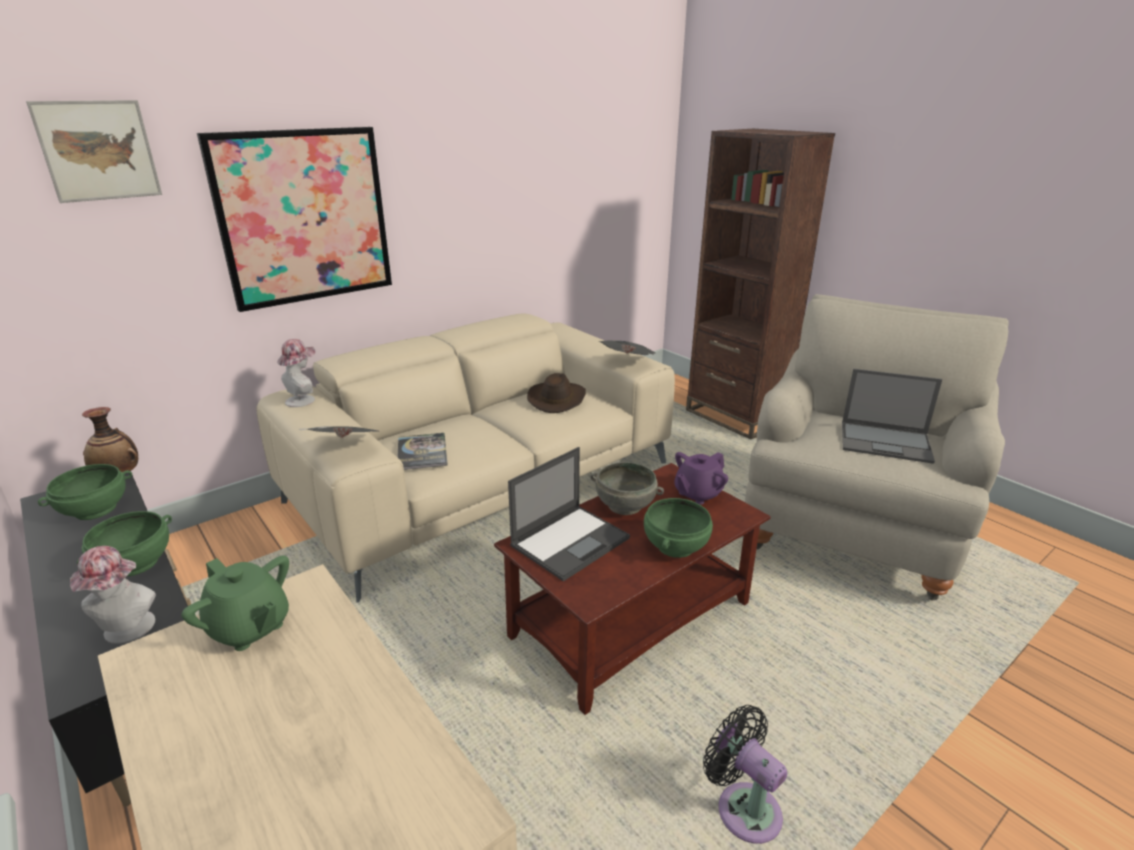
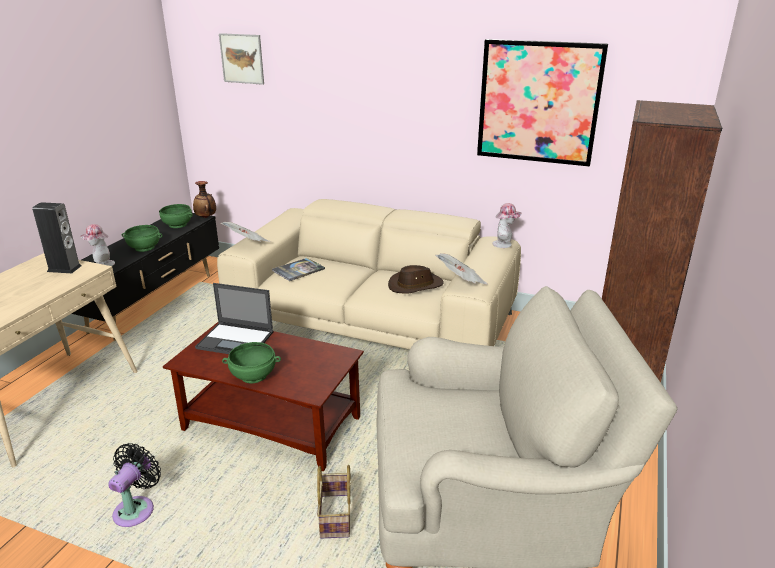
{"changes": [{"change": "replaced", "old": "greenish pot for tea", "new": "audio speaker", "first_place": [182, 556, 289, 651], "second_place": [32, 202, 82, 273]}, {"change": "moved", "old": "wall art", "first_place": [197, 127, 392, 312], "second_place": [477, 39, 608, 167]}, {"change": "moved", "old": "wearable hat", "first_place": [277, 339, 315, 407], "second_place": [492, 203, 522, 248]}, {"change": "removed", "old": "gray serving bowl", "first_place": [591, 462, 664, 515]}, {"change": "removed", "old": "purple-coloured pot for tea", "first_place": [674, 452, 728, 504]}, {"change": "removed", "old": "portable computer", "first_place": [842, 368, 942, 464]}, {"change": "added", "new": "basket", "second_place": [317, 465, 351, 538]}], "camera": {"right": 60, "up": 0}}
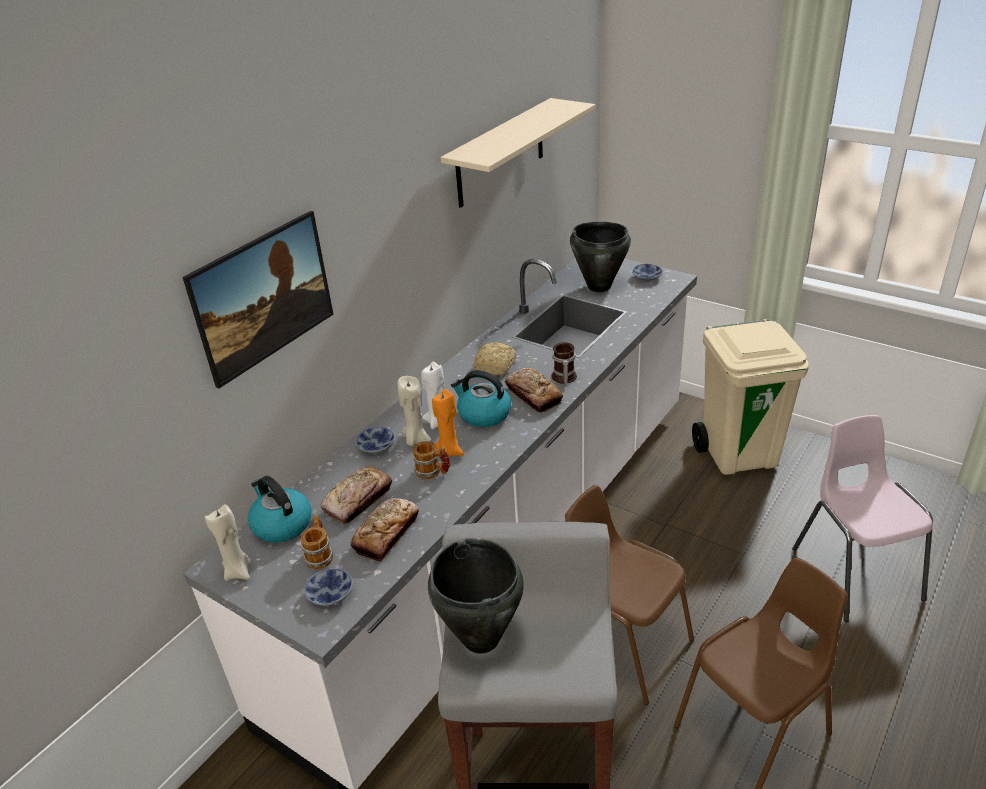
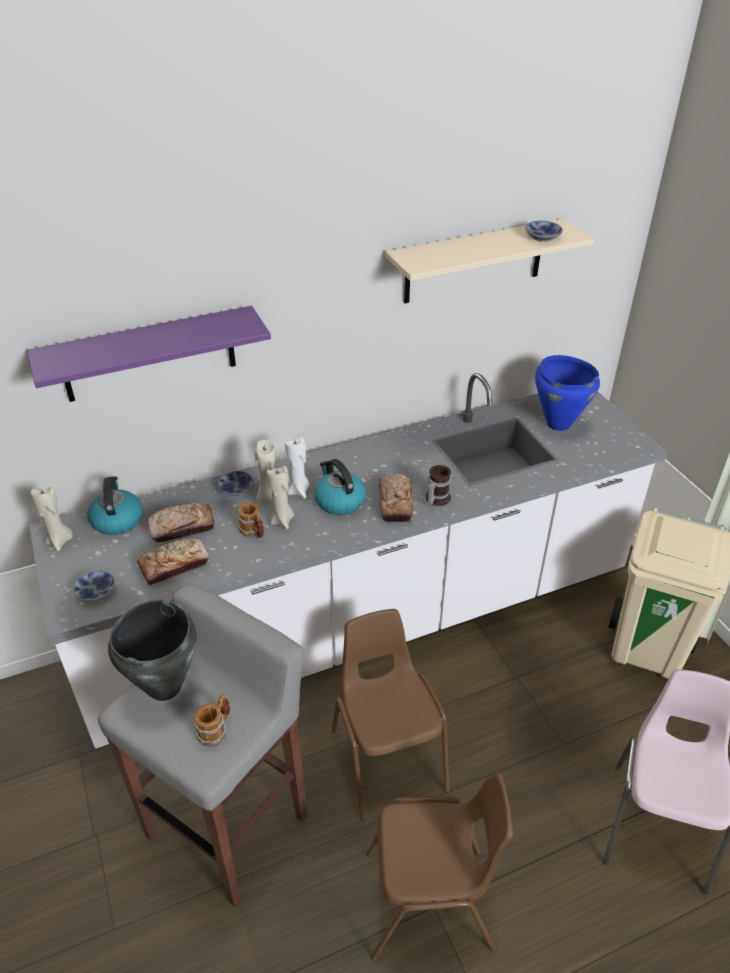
{"changes": [{"change": "replaced", "old": "wall art", "new": "purple-coloured wall shelf", "first_place": [183, 211, 333, 389], "second_place": [27, 306, 271, 402]}, {"change": "moved", "old": "coffee mug", "first_place": [301, 515, 333, 569], "second_place": [194, 693, 230, 747]}, {"change": "recoloured", "old": "orange-coloured candle", "new": "beige-coloured candle", "first_place": [432, 389, 464, 457], "second_place": [267, 466, 294, 529]}, {"change": "removed", "old": "bread", "first_place": [474, 342, 516, 376]}, {"change": "recoloured", "old": "black-coloured stockpot", "new": "blue stockpot", "first_place": [570, 222, 631, 292], "second_place": [535, 355, 600, 431]}, {"change": "moved", "old": "serving bowl", "first_place": [632, 264, 663, 282], "second_place": [525, 220, 563, 242]}], "camera": {"right": 30, "up": 5}}
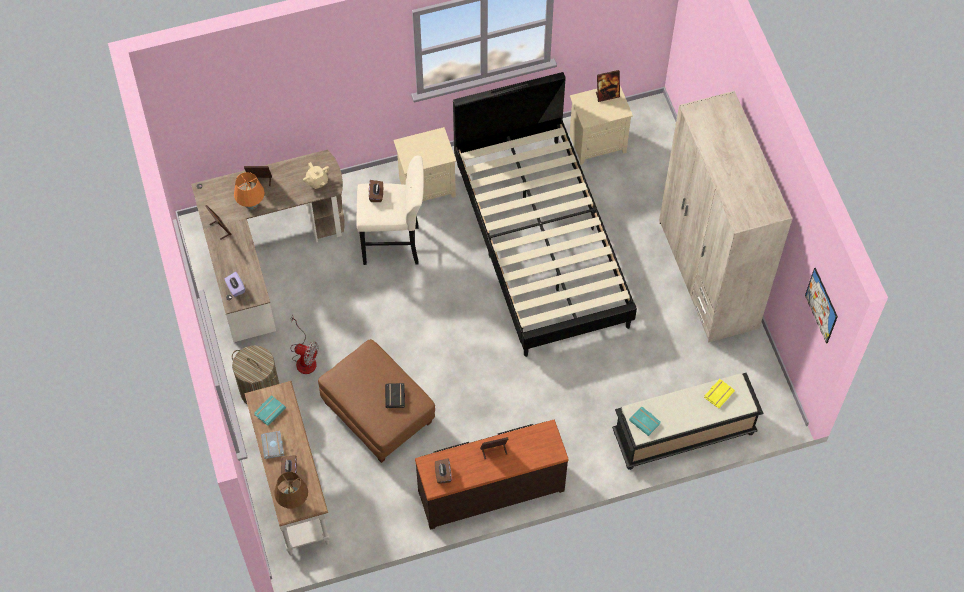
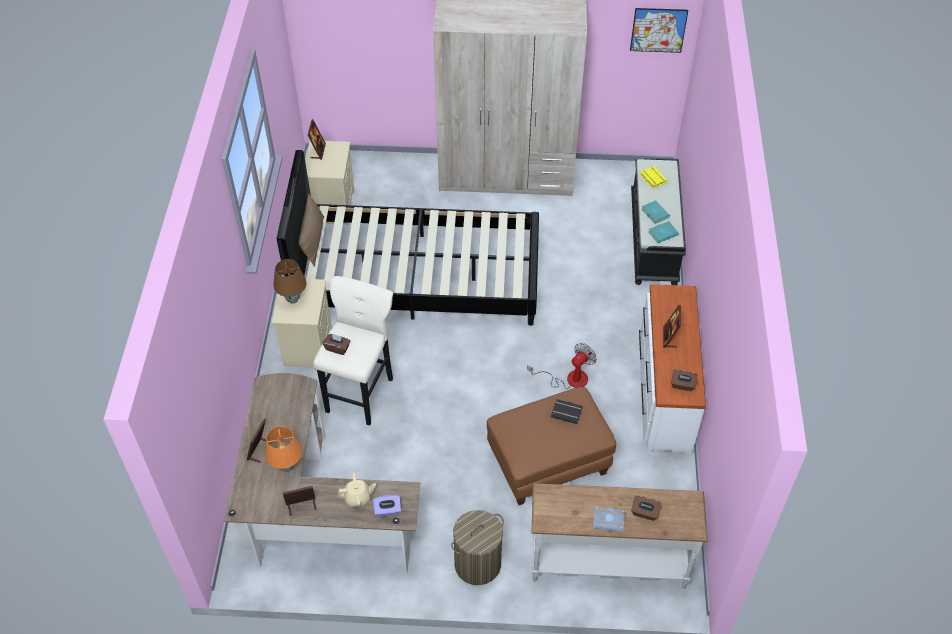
{"changes": [{"change": "moved", "old": "turquoise-coloured volume", "first_place": [254, 395, 286, 426], "second_place": [642, 200, 670, 224]}, {"change": "moved", "old": "brownish lamp for a table", "first_place": [274, 472, 308, 508], "second_place": [273, 259, 307, 304]}, {"change": "moved", "old": "cooling fan", "first_place": [290, 314, 318, 374], "second_place": [527, 343, 597, 389]}, {"change": "moved", "old": "beige-coloured pot for tea", "first_place": [303, 162, 329, 189], "second_place": [338, 473, 376, 507]}, {"change": "recoloured", "old": "brownish chest of drawers", "new": "white-coloured chest of drawers", "first_place": [415, 420, 569, 530], "second_place": [639, 284, 706, 454]}, {"change": "added", "new": "brownish throw pillow", "second_place": [299, 194, 324, 267]}], "camera": {"right": -70, "up": -10}}
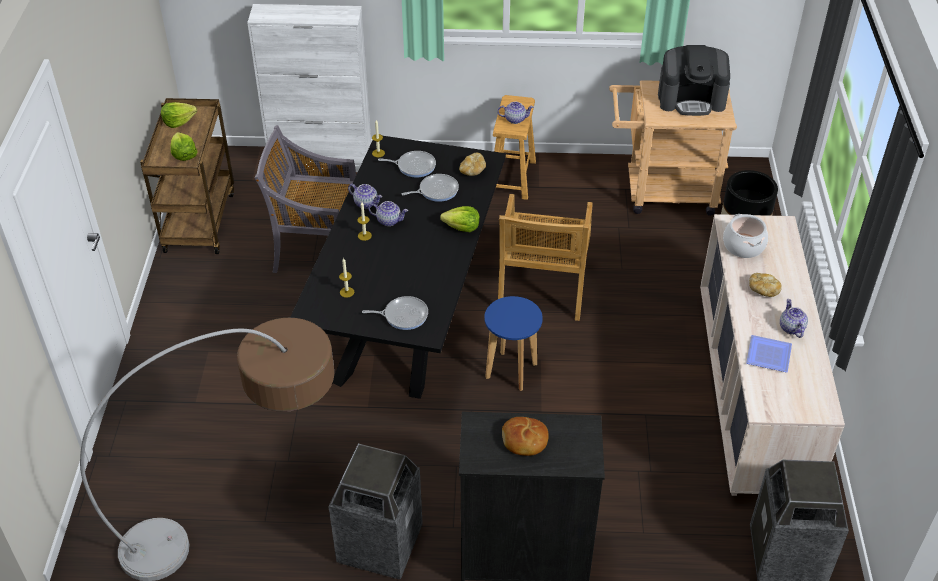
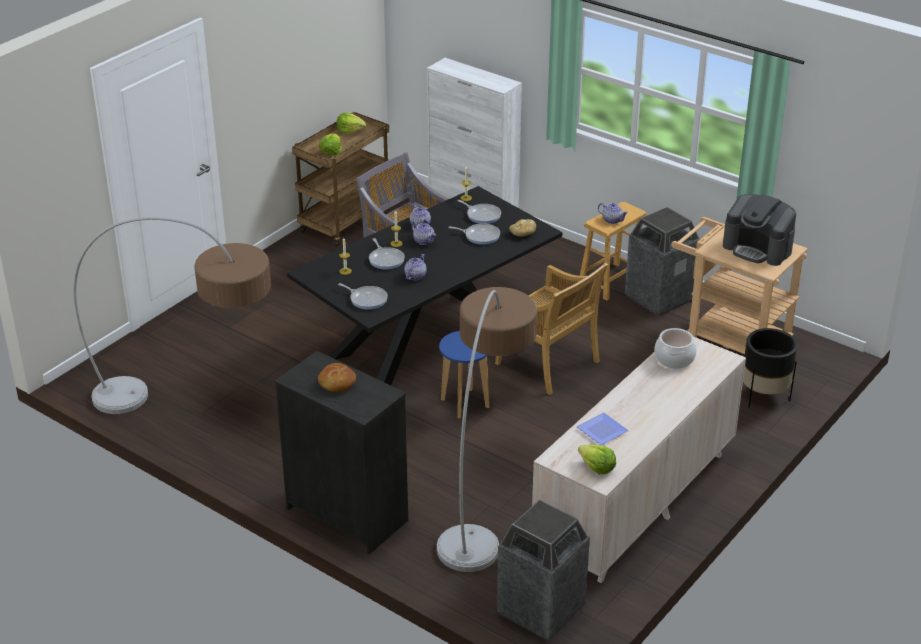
{"changes": [{"change": "moved", "old": "rubbish bin", "first_place": [328, 444, 423, 580], "second_place": [625, 207, 700, 316]}, {"change": "moved", "old": "lettuce head", "first_place": [440, 206, 480, 232], "second_place": [578, 445, 616, 474]}, {"change": "turned", "old": "beige-coloured upright chair", "first_place": [498, 194, 593, 321], "second_place": [495, 262, 608, 395], "degrees": -90}, {"change": "removed", "old": "bread", "first_place": [749, 273, 782, 297]}, {"change": "moved", "old": "pot for tea", "first_place": [780, 299, 808, 338], "second_place": [404, 254, 427, 280]}, {"change": "added", "new": "skillet", "second_place": [369, 238, 405, 270]}, {"change": "added", "new": "standard lamp", "second_place": [437, 287, 537, 572]}], "camera": {"right": 35, "up": -10}}
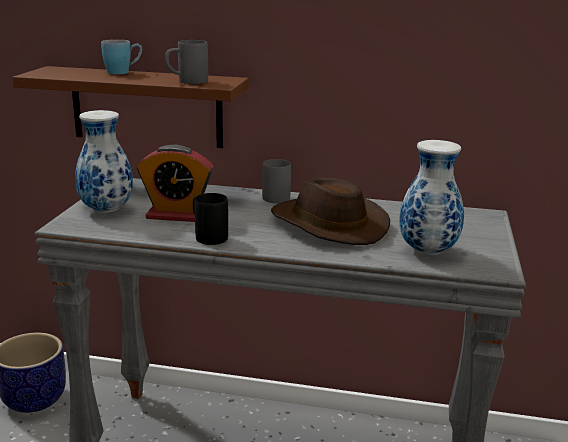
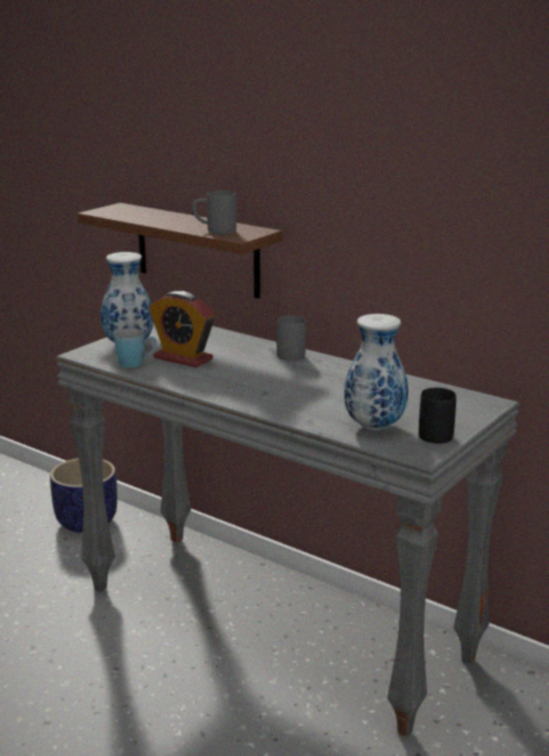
{"changes": [{"change": "moved", "old": "blue coffee mug", "first_place": [101, 39, 142, 74], "second_place": [114, 328, 157, 368]}, {"change": "moved", "old": "black-coloured coffee mug", "first_place": [193, 193, 228, 245], "second_place": [419, 388, 456, 444]}, {"change": "removed", "old": "brownish wearable hat", "first_place": [271, 178, 390, 245]}], "camera": {"right": 25, "up": 0}}
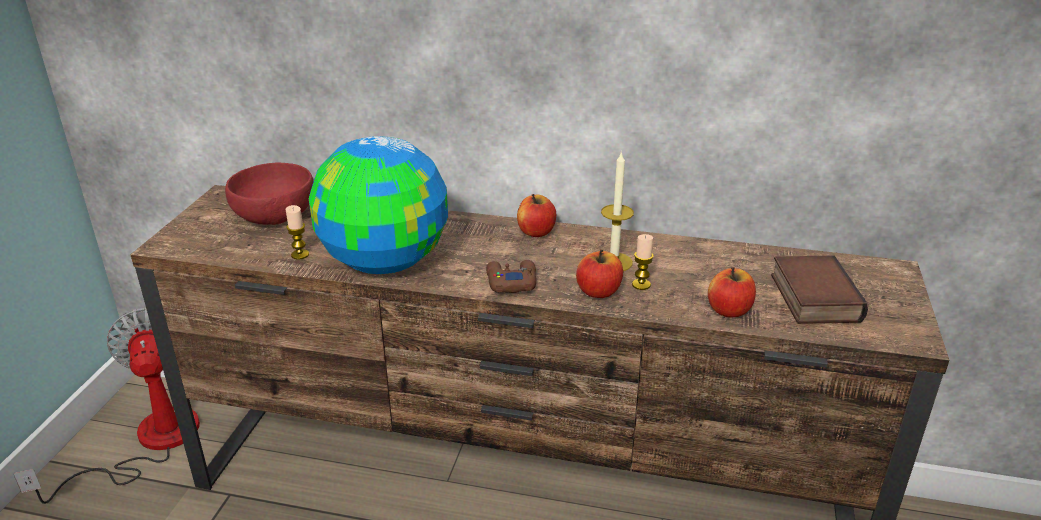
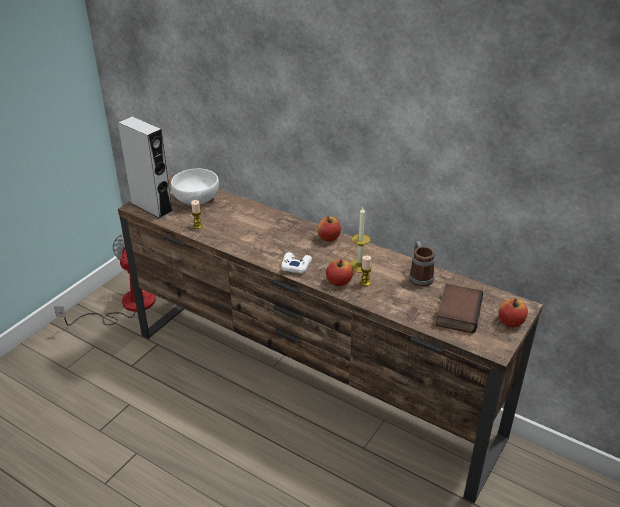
{"changes": [{"change": "recoloured", "old": "reddish serving bowl", "new": "white-coloured serving bowl", "first_place": [225, 163, 313, 225], "second_place": [171, 168, 219, 205]}, {"change": "removed", "old": "desk globe", "first_place": [309, 136, 448, 274]}, {"change": "recoloured", "old": "brownish game controller", "new": "white-coloured game controller", "first_place": [486, 260, 536, 293], "second_place": [281, 252, 312, 273]}, {"change": "moved", "old": "apple", "first_place": [708, 267, 756, 317], "second_place": [498, 298, 528, 327]}, {"change": "added", "new": "gray audio speaker", "second_place": [118, 116, 173, 219]}, {"change": "added", "new": "coffee mug", "second_place": [409, 241, 435, 287]}], "camera": {"right": 20, "up": 5}}
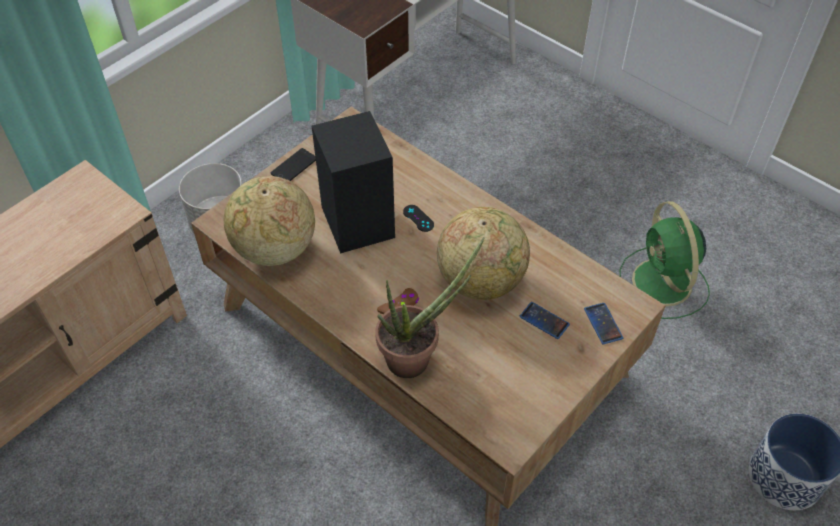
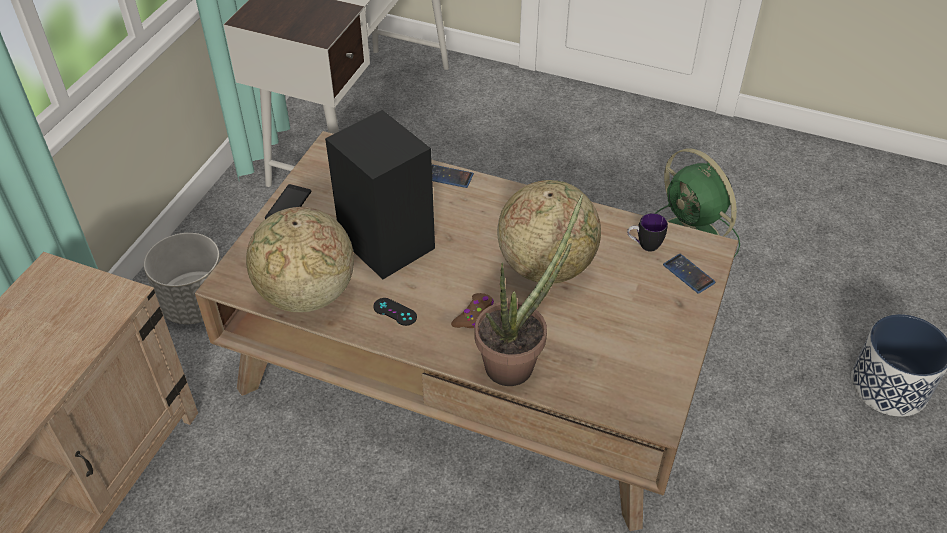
{"changes": [{"change": "moved", "old": "black-coloured game controller", "first_place": [403, 205, 434, 232], "second_place": [373, 298, 417, 326]}, {"change": "moved", "old": "handset", "first_place": [520, 302, 570, 339], "second_place": [432, 164, 474, 188]}, {"change": "added", "new": "coffee mug", "second_place": [627, 213, 668, 252]}], "camera": {"right": -20, "up": -5}}
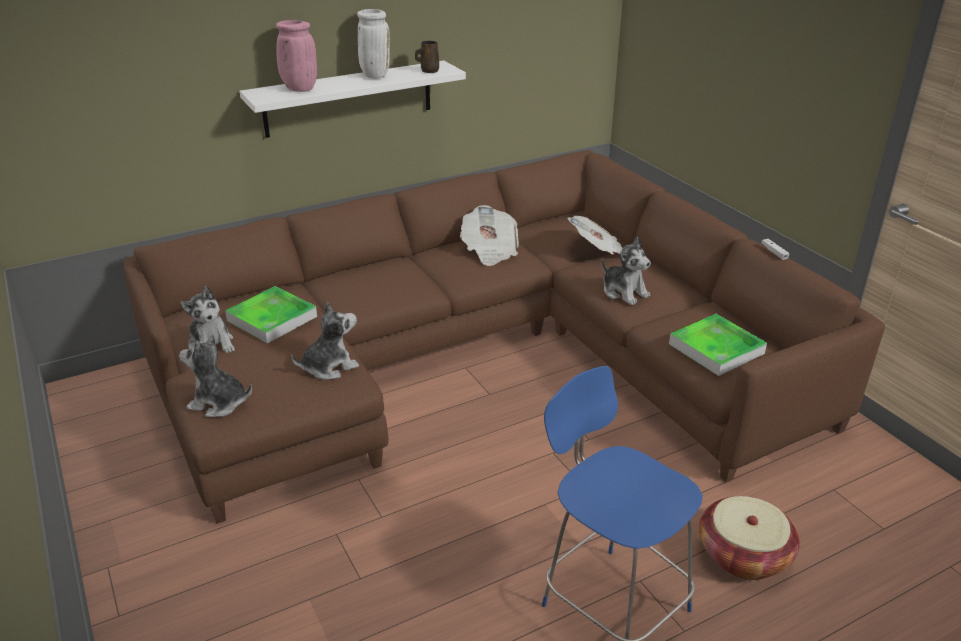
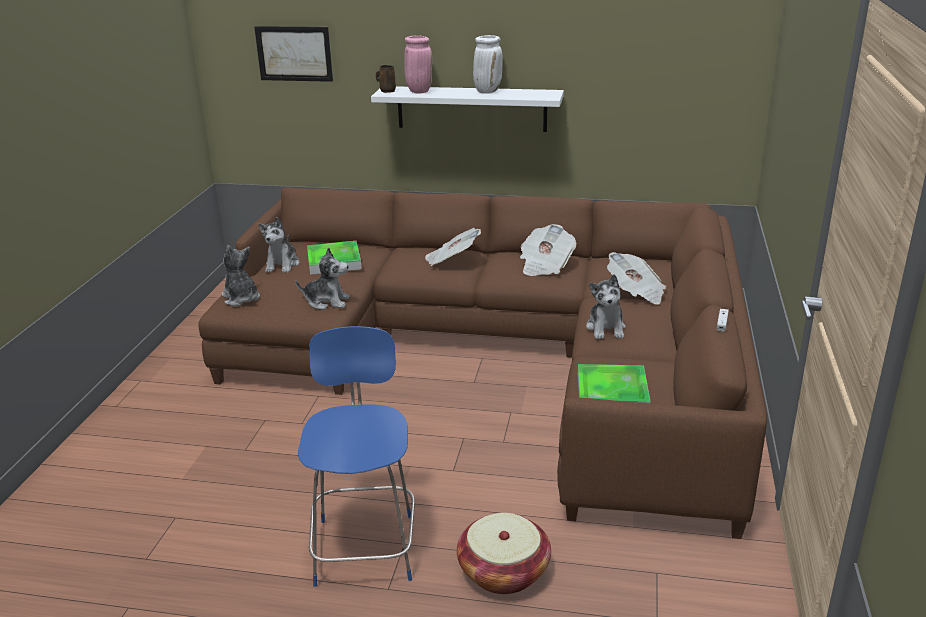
{"changes": [{"change": "moved", "old": "brownish coffee mug", "first_place": [415, 41, 439, 73], "second_place": [376, 65, 396, 93]}, {"change": "added", "new": "wall art", "second_place": [254, 26, 333, 82]}, {"change": "added", "new": "printed paper", "second_place": [425, 228, 481, 266]}], "camera": {"right": 40, "up": -5}}
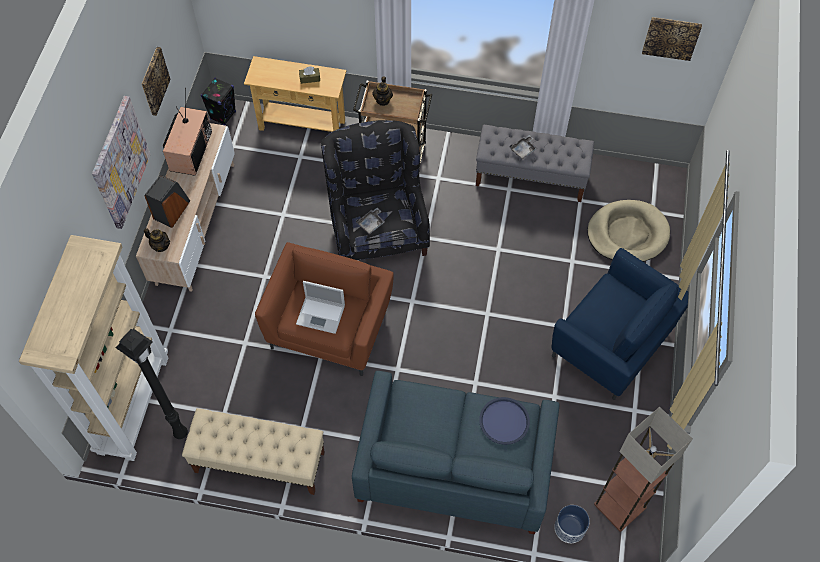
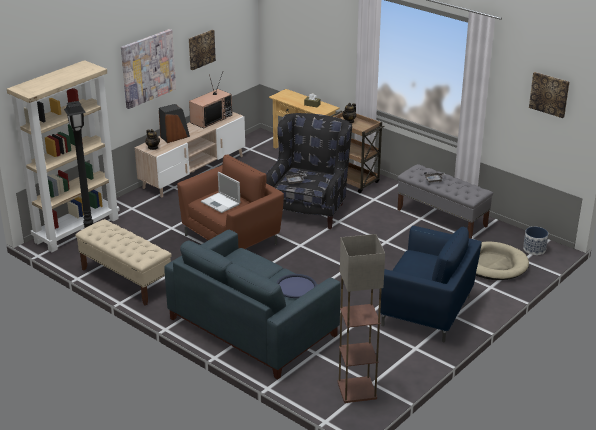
{"changes": [{"change": "removed", "old": "black-coloured audio speaker", "first_place": [201, 78, 236, 125]}, {"change": "turned", "old": "blue lounge chair", "first_place": [552, 248, 689, 400], "second_place": [379, 226, 482, 343], "degrees": -45}, {"change": "moved", "old": "planter", "first_place": [554, 505, 590, 543], "second_place": [523, 227, 548, 255]}], "camera": {"right": 30, "up": -30}}
